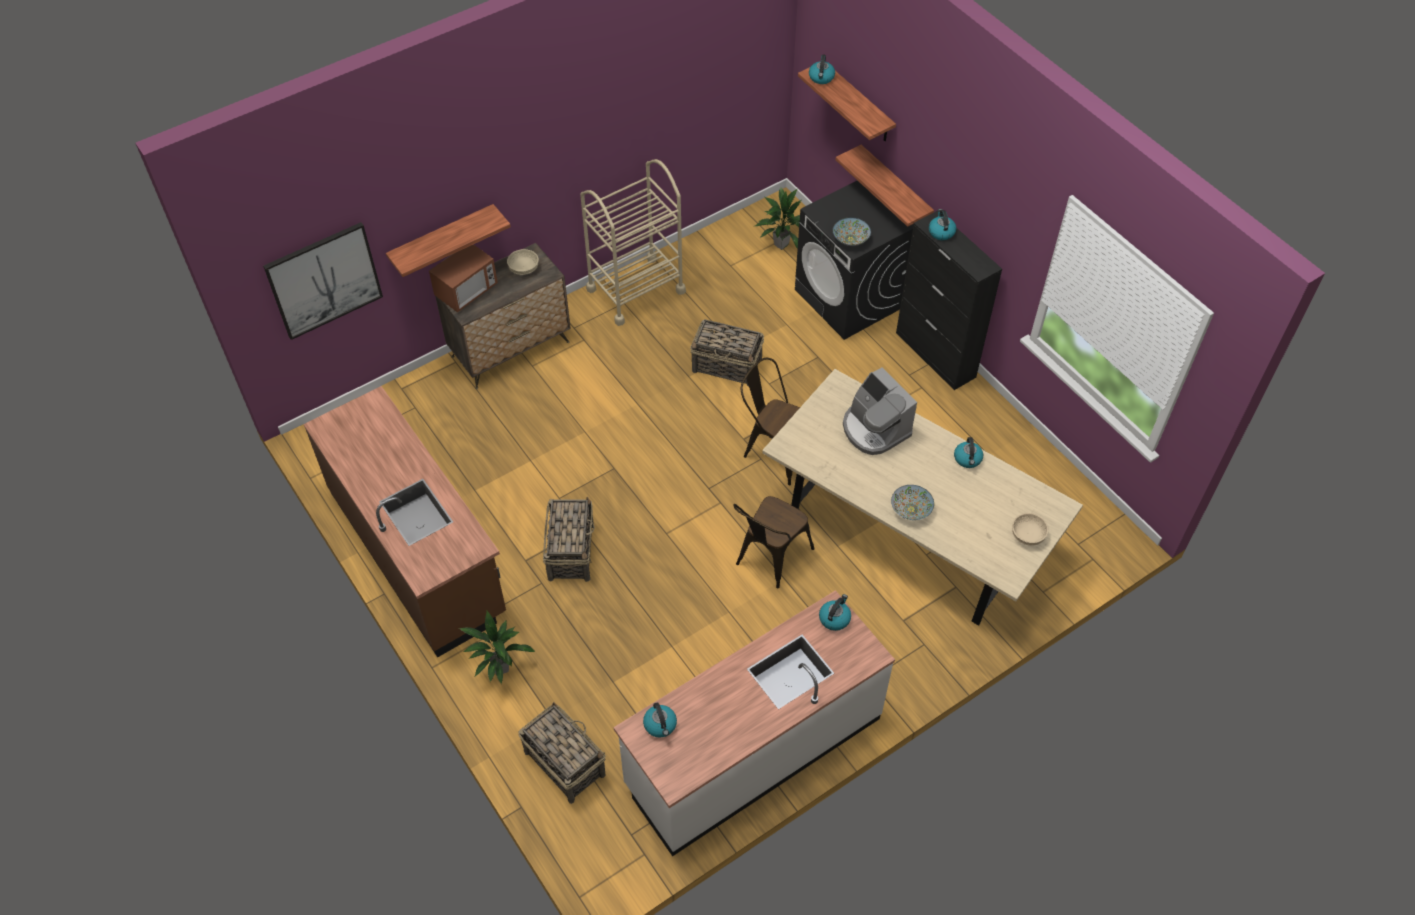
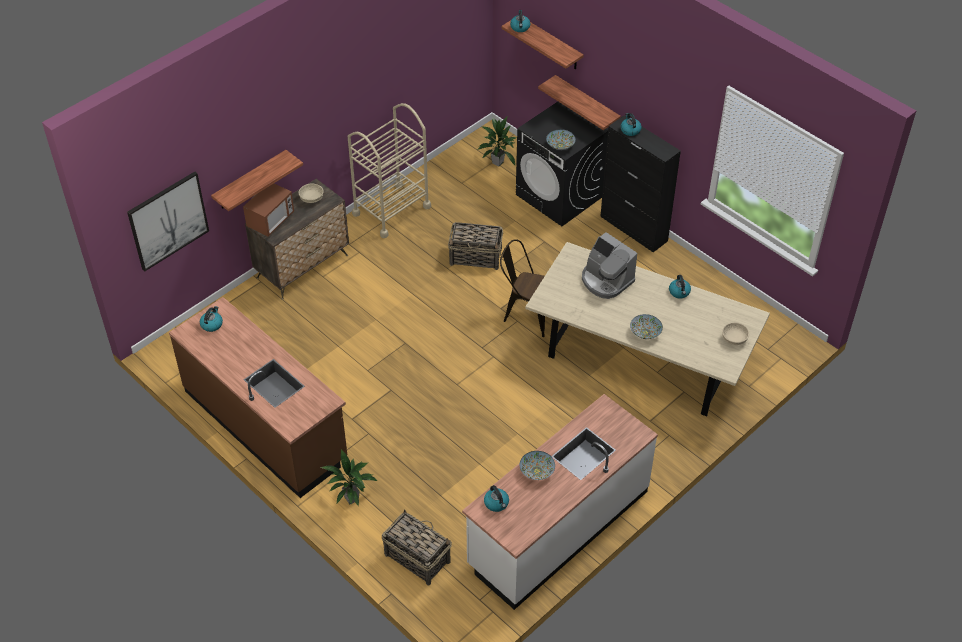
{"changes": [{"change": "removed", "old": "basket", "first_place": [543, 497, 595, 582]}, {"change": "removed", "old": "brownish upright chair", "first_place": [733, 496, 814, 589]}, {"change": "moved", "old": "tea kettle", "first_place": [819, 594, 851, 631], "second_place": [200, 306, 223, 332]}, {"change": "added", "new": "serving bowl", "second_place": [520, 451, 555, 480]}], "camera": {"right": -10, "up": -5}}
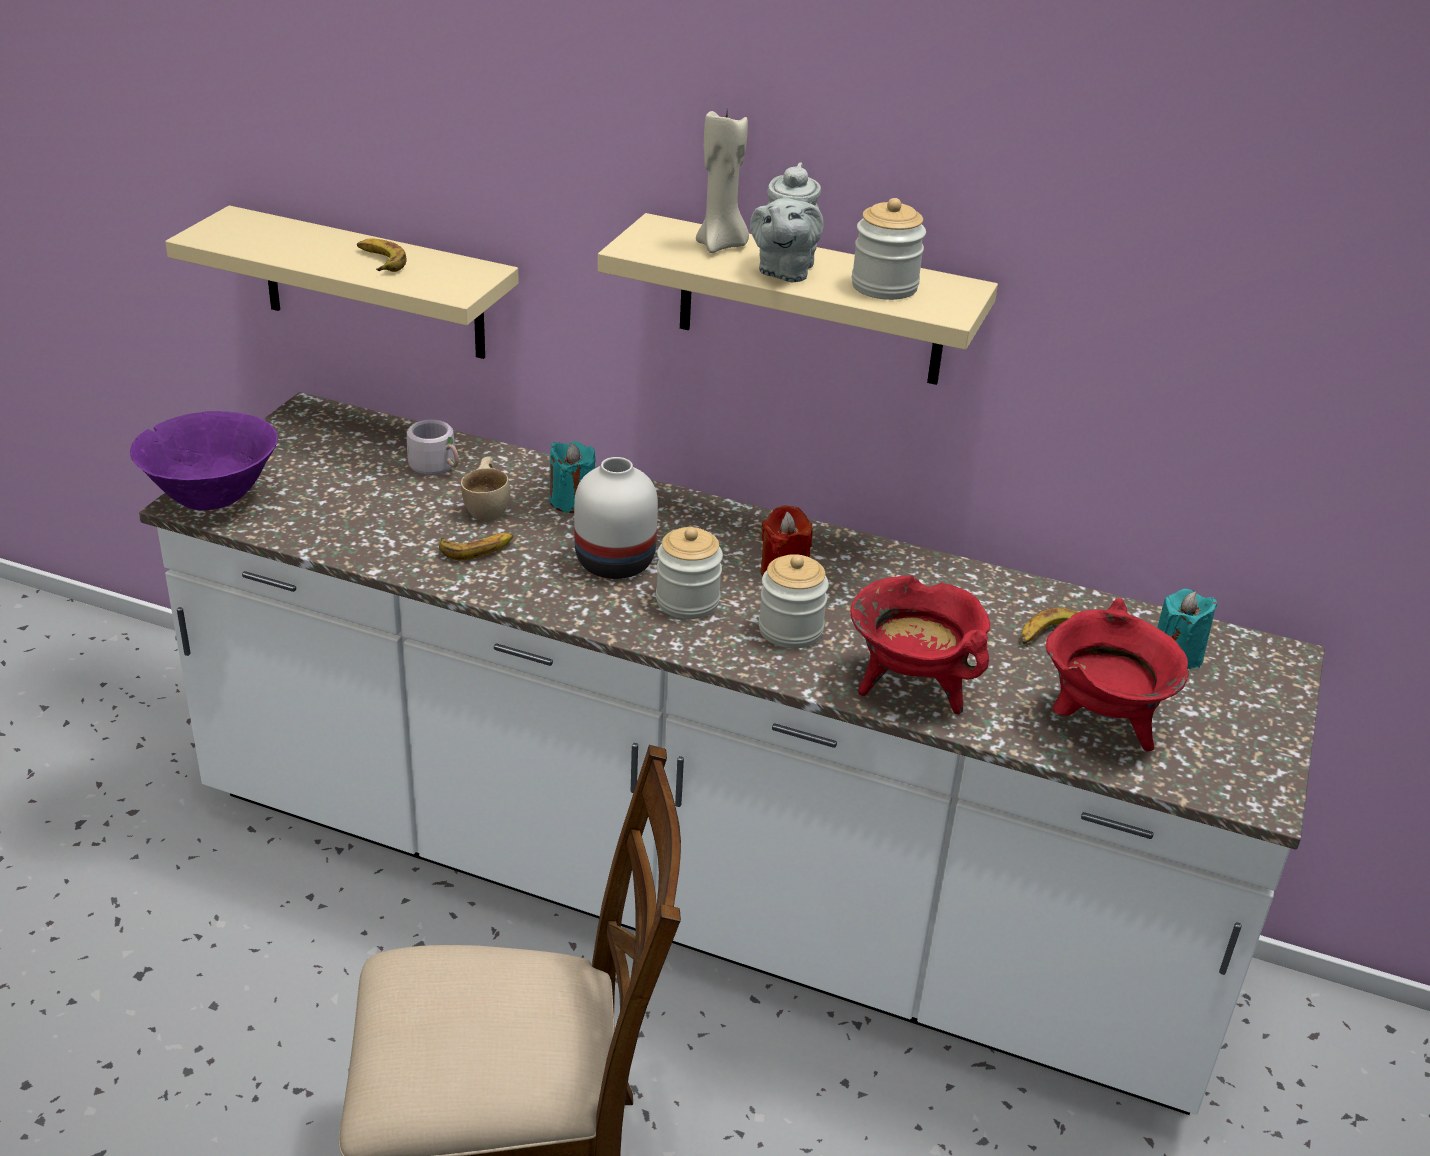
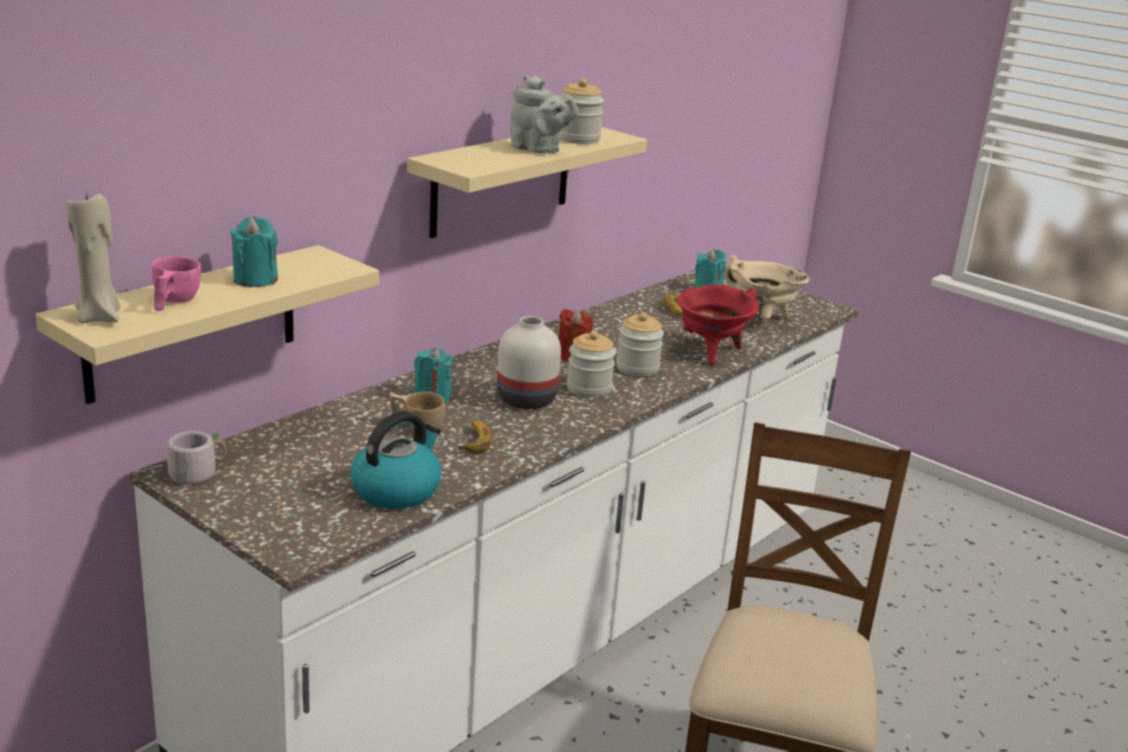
{"changes": [{"change": "removed", "old": "purple-coloured serving bowl", "first_place": [130, 411, 278, 511]}, {"change": "replaced", "old": "banana fruit", "new": "turquoise-coloured candle", "first_place": [357, 239, 407, 272], "second_place": [230, 217, 278, 287]}, {"change": "moved", "old": "gray coffee mug", "first_place": [407, 420, 459, 475], "second_place": [159, 431, 227, 484]}, {"change": "moved", "old": "beige-coloured candle", "first_place": [696, 111, 749, 253], "second_place": [66, 191, 120, 323]}, {"change": "recoloured", "old": "reddish stockpot", "new": "beige-coloured stockpot", "first_place": [1046, 598, 1189, 751], "second_place": [724, 255, 809, 319]}, {"change": "added", "new": "pink small cup", "second_place": [152, 256, 201, 311]}, {"change": "added", "new": "tea kettle", "second_place": [350, 411, 442, 509]}], "camera": {"right": -70, "up": -10}}
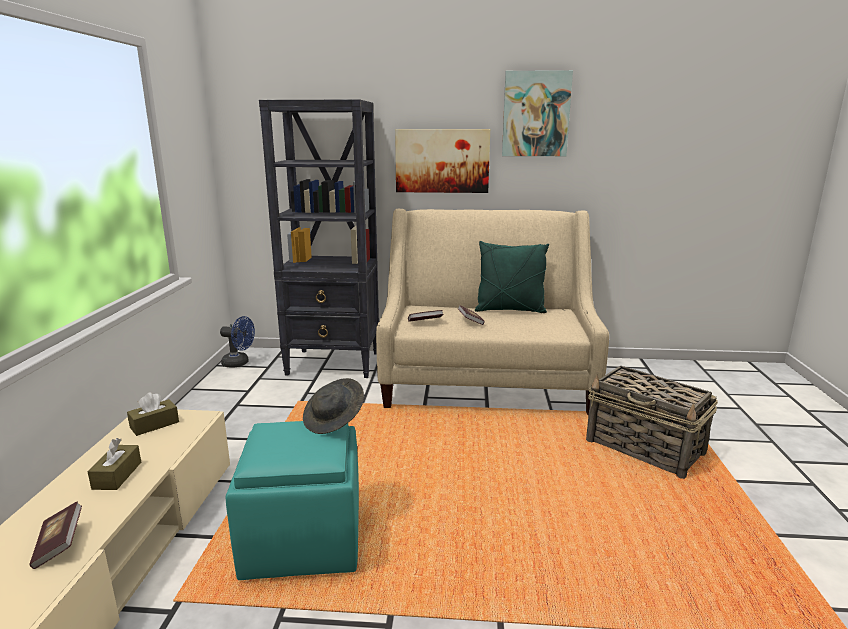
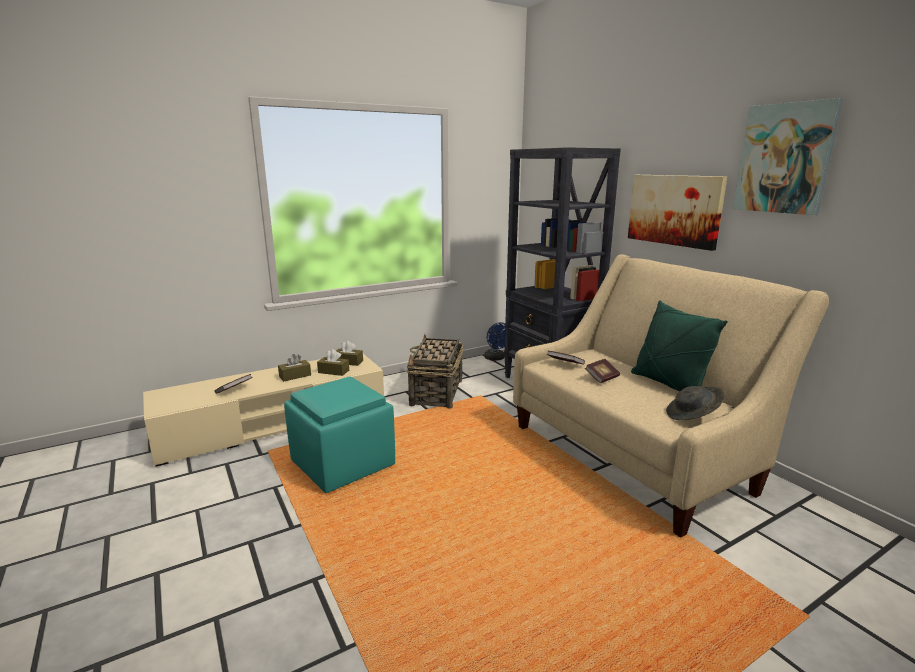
{"changes": [{"change": "moved", "old": "gray wearable hat", "first_place": [303, 378, 364, 434], "second_place": [666, 386, 725, 420]}, {"change": "moved", "old": "basket", "first_place": [586, 366, 718, 479], "second_place": [407, 334, 464, 409]}, {"change": "added", "new": "brownish tissue holder", "second_place": [317, 349, 349, 376]}], "camera": {"right": 55, "up": 0}}
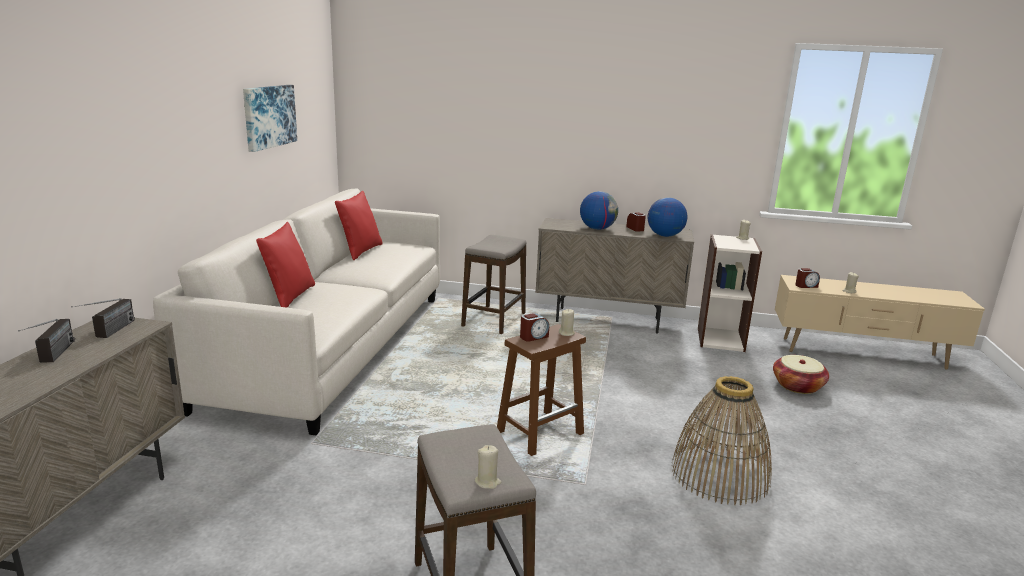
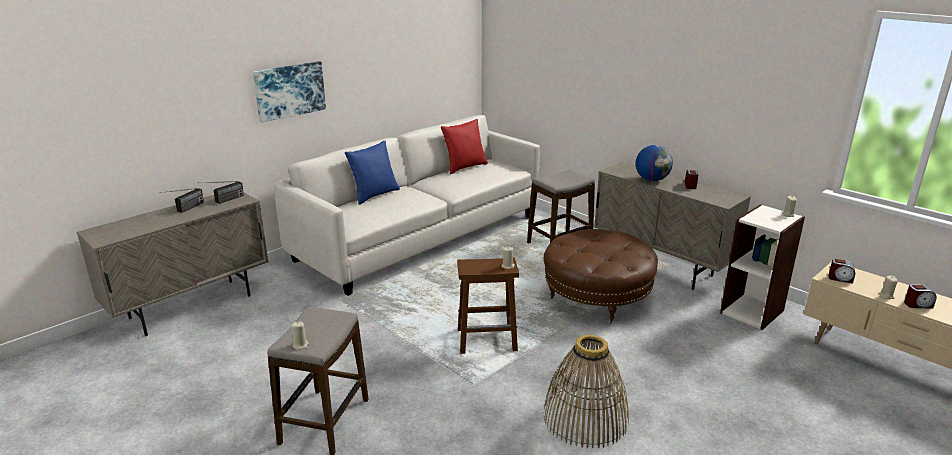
{"changes": [{"change": "moved", "old": "wall art", "first_place": [243, 85, 297, 152], "second_place": [253, 61, 326, 122]}, {"change": "recoloured", "old": "reddish throw pillow", "new": "blue throw pillow", "first_place": [256, 222, 315, 308], "second_place": [345, 141, 400, 205]}, {"change": "moved", "old": "bedside clock", "first_place": [520, 313, 549, 342], "second_place": [904, 284, 937, 309]}, {"change": "removed", "old": "desk globe", "first_place": [648, 197, 687, 237]}, {"change": "removed", "old": "basket", "first_place": [773, 355, 829, 394]}, {"change": "added", "new": "brownish pouffe", "second_place": [543, 229, 658, 324]}], "camera": {"right": 35, "up": 5}}
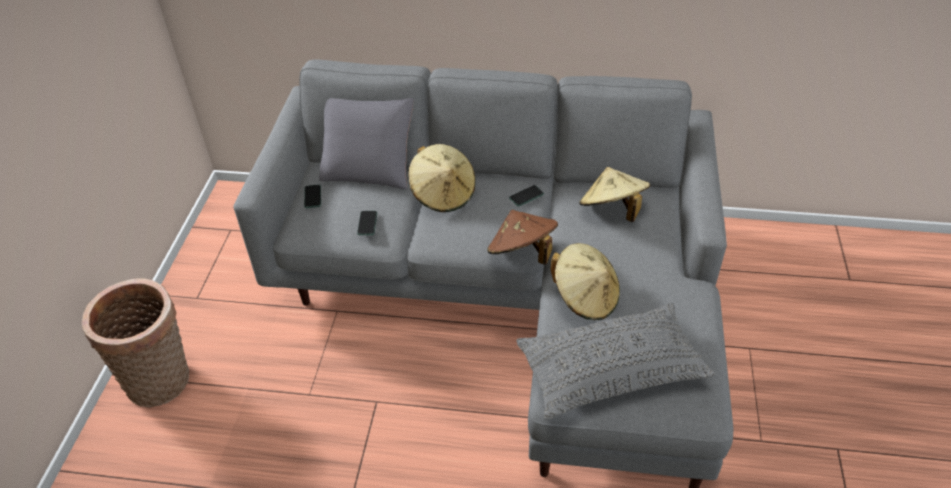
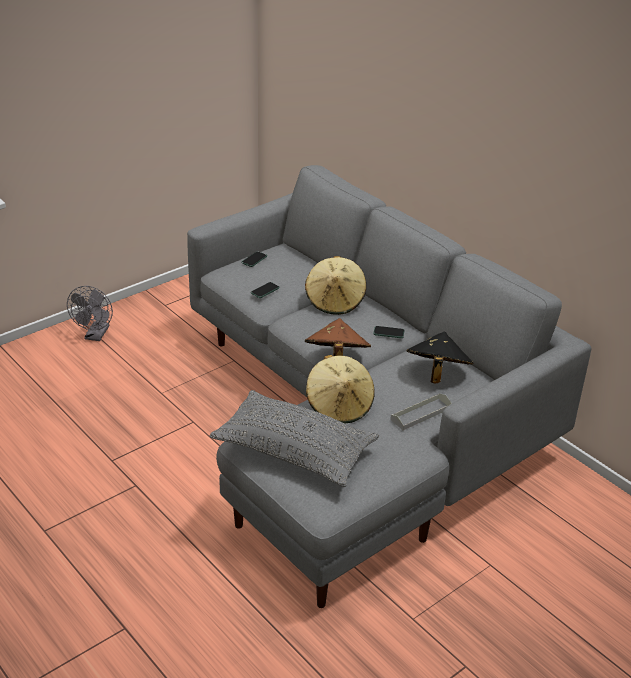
{"changes": [{"change": "replaced", "old": "basket", "new": "gray cooling fan", "first_place": [82, 278, 189, 407], "second_place": [67, 286, 113, 341]}, {"change": "removed", "old": "gray throw pillow", "first_place": [319, 98, 414, 189]}, {"change": "recoloured", "old": "beige-coloured wearable hat", "new": "black-coloured wearable hat", "first_place": [579, 167, 650, 222], "second_place": [407, 332, 473, 384]}, {"change": "added", "new": "gray serving tray", "second_place": [390, 393, 452, 430]}], "camera": {"right": 40, "up": -10}}
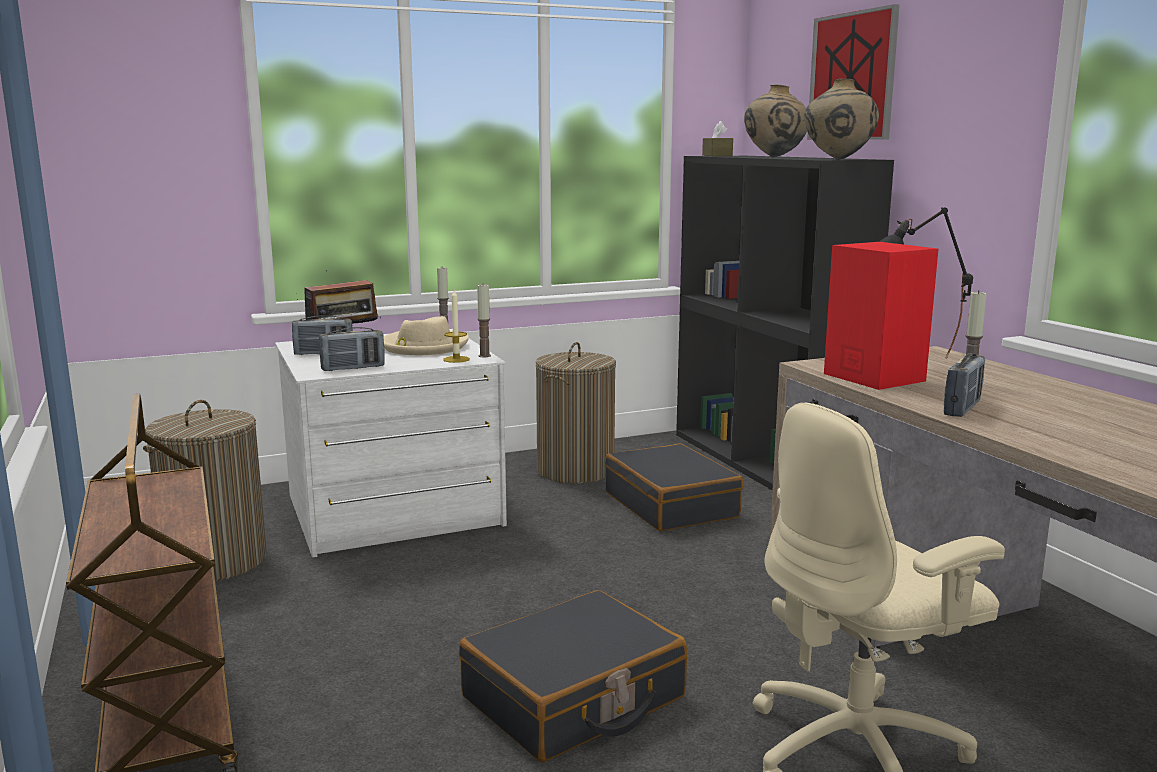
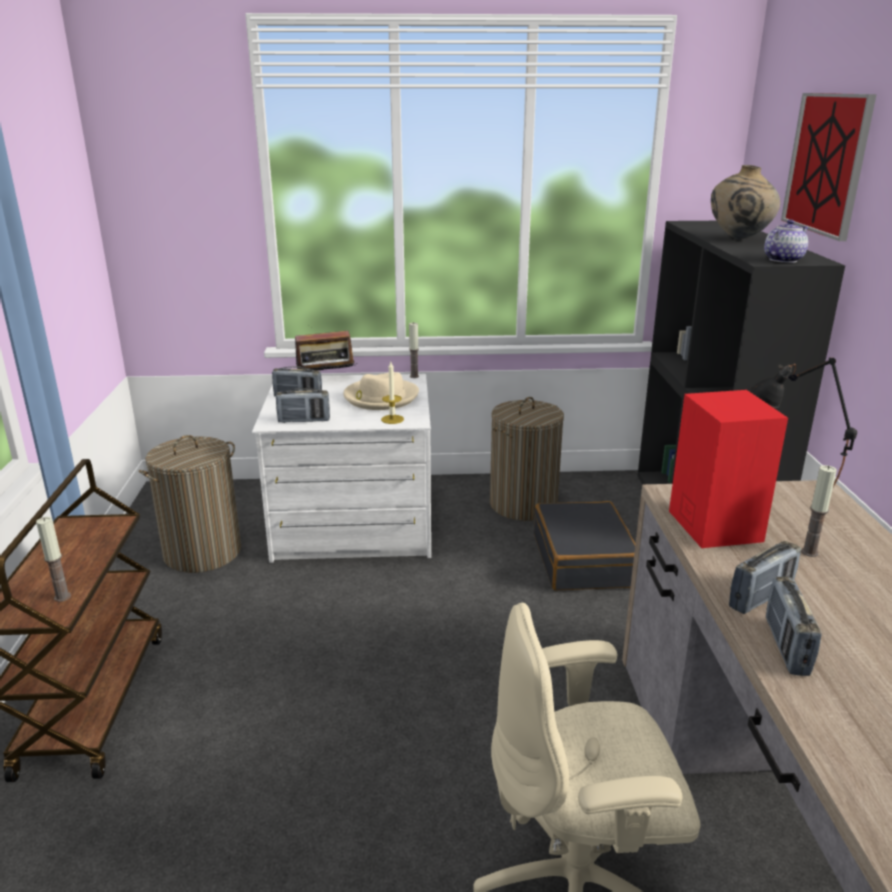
{"changes": [{"change": "removed", "old": "black-coloured travel case", "first_place": [459, 590, 687, 762]}, {"change": "moved", "old": "candle", "first_place": [477, 285, 491, 357], "second_place": [36, 517, 71, 602]}, {"change": "removed", "old": "brownish tissue holder", "first_place": [702, 121, 733, 156]}, {"change": "replaced", "old": "beige-coloured decorative vase", "new": "pot for tea", "first_place": [804, 79, 879, 159], "second_place": [764, 220, 808, 263]}, {"change": "added", "new": "radio receiver", "second_place": [766, 576, 822, 676]}], "camera": {"right": 20, "up": 10}}
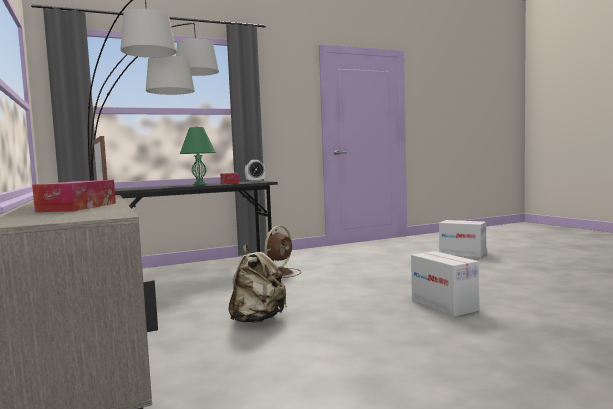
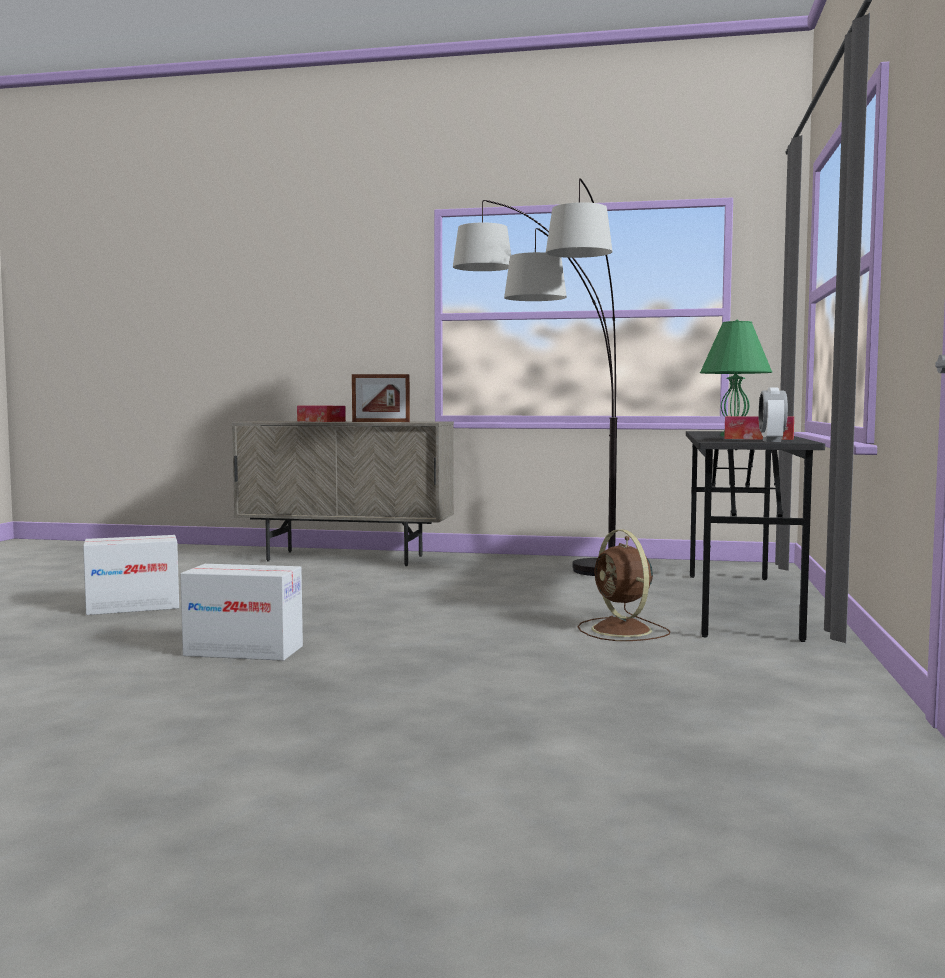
{"changes": [{"change": "removed", "old": "beige-coloured rucksack", "first_place": [229, 245, 287, 323]}, {"change": "moved", "old": "cardboard box", "first_place": [439, 220, 486, 257], "second_place": [83, 535, 179, 615]}], "camera": {"right": 125, "up": 0}}
